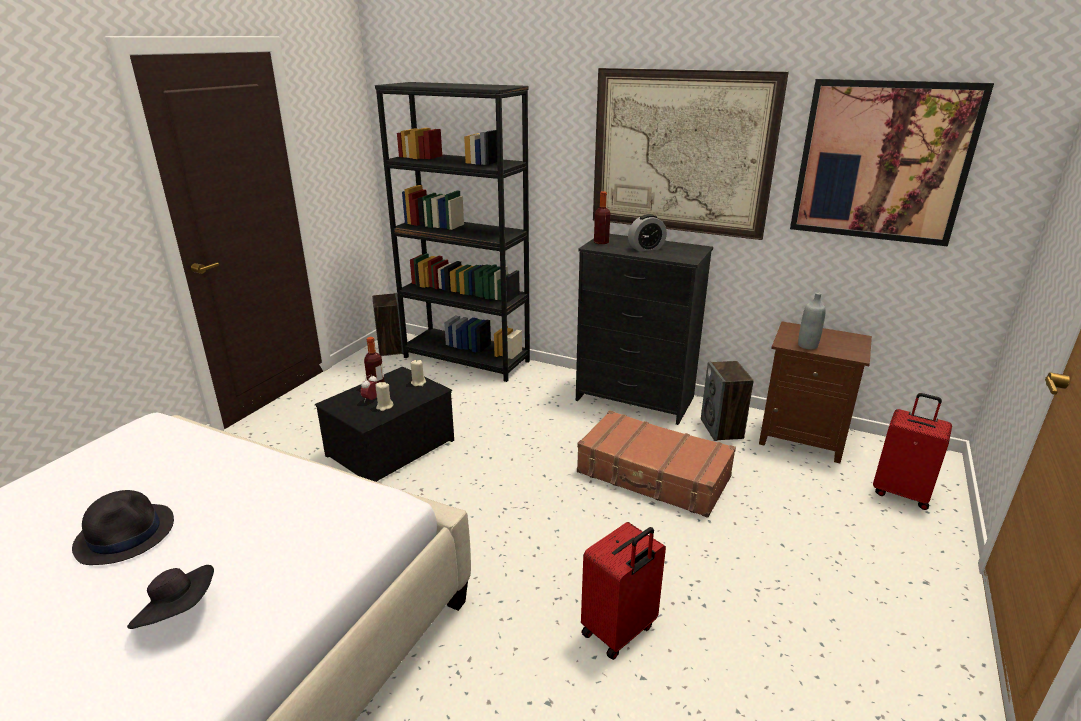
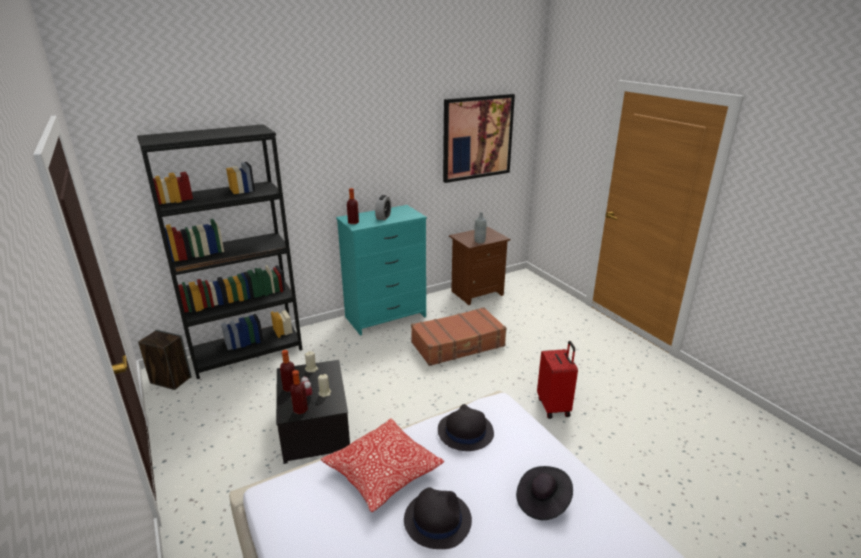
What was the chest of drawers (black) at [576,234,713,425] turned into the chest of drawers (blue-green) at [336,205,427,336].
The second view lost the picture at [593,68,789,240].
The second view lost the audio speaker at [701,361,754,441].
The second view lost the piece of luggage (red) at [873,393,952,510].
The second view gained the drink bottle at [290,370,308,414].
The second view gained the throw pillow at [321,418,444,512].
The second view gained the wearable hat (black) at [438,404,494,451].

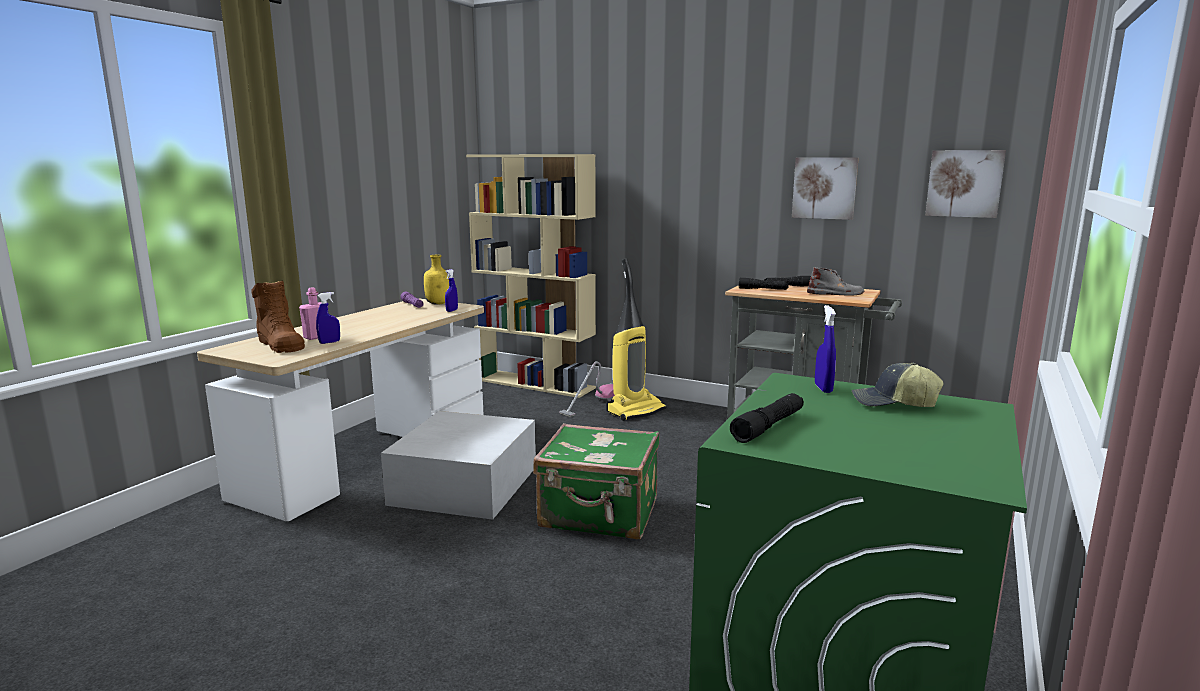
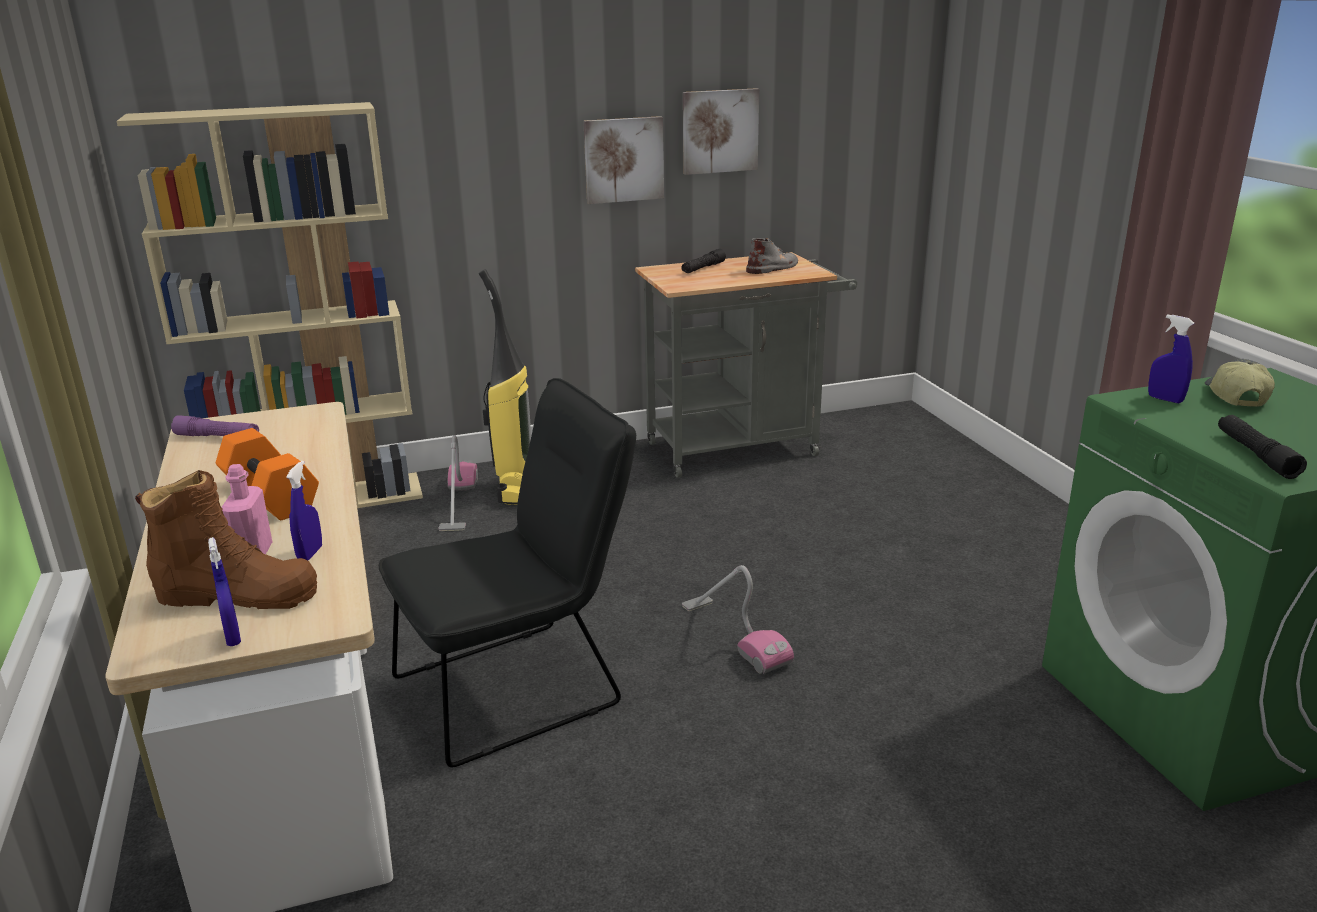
Where the storage bin (white-coloured) stood at [381,411,536,520], the plain chair (black) came to stand at [379,378,636,768].
The second view lost the drink bottle (yellow-coloured) at [424,255,449,305].
The hand sprayer (blue) ended up elsewhere, having gone from [445,269,458,312] to [208,537,241,646].
Where the piece of luggage (green-coloured) stood at [533,423,659,539], the hoover came to stand at [682,565,794,674].
The second view lost the hand torch (black) at [739,278,789,290].
The baseball cap at [852,363,944,407] ended up facing another way, 135 degrees clockwise from before.
The picture ended up elsewhere, having gone from [925,150,1006,218] to [583,116,664,204].
The second view gained the free weight (orangey) at [216,428,319,520].

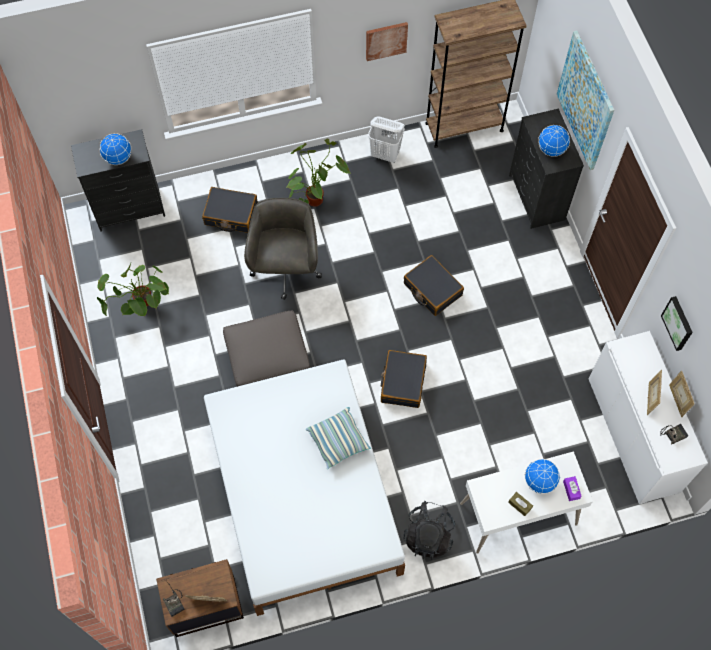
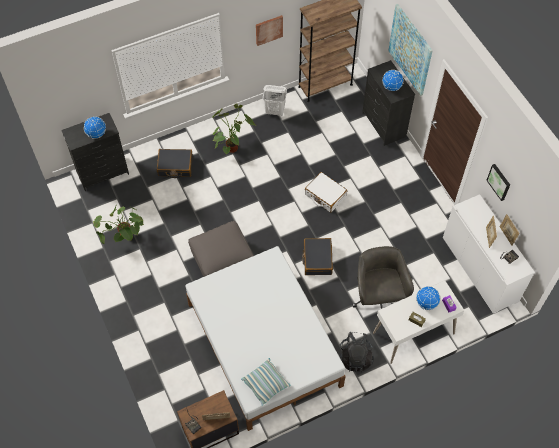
The desk chair (grey) ended up elsewhere, having gone from [244,198,322,300] to [352,246,414,309].
The throw pillow ended up elsewhere, having gone from [306,407,371,469] to [241,358,291,406].
What was the piece of luggage (black) at [404,255,464,316] turned into the piece of luggage (white-coloured) at [305,172,347,213].

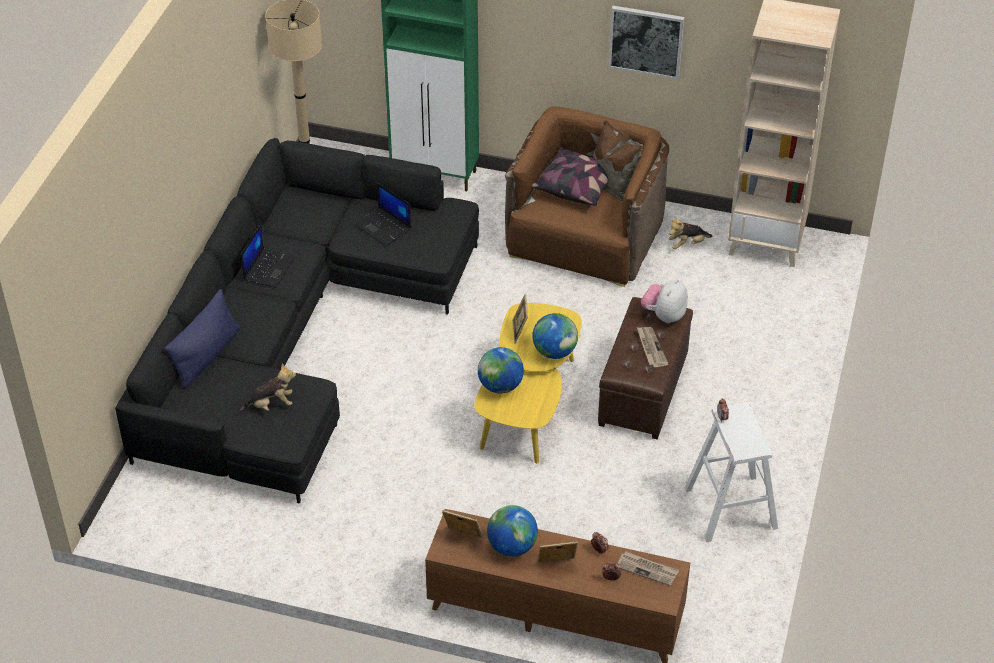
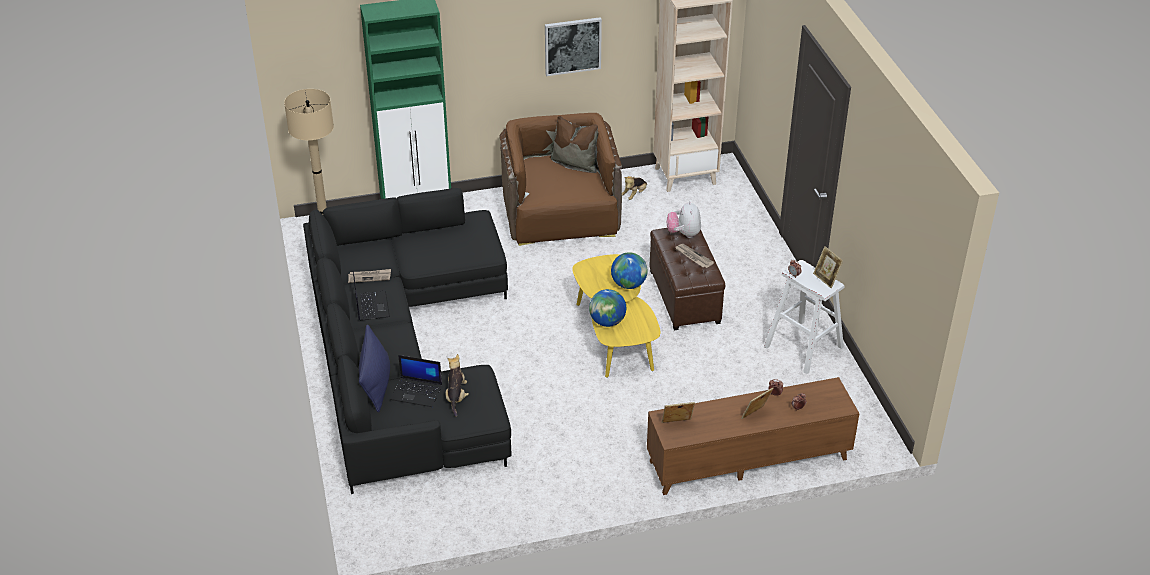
The soft toy at [239,364,296,413] ended up facing another way, 45 degrees counterclockwise from before.
The laptop ended up elsewhere, having gone from [354,182,411,246] to [390,355,442,407].
The second view lost the desk globe at [487,505,538,557].
The picture frame ended up elsewhere, having gone from [512,294,528,344] to [813,246,843,288].
The second view lost the throw pillow at [532,147,609,206].
The printed paper ended up elsewhere, having gone from [618,552,679,586] to [348,269,391,283].

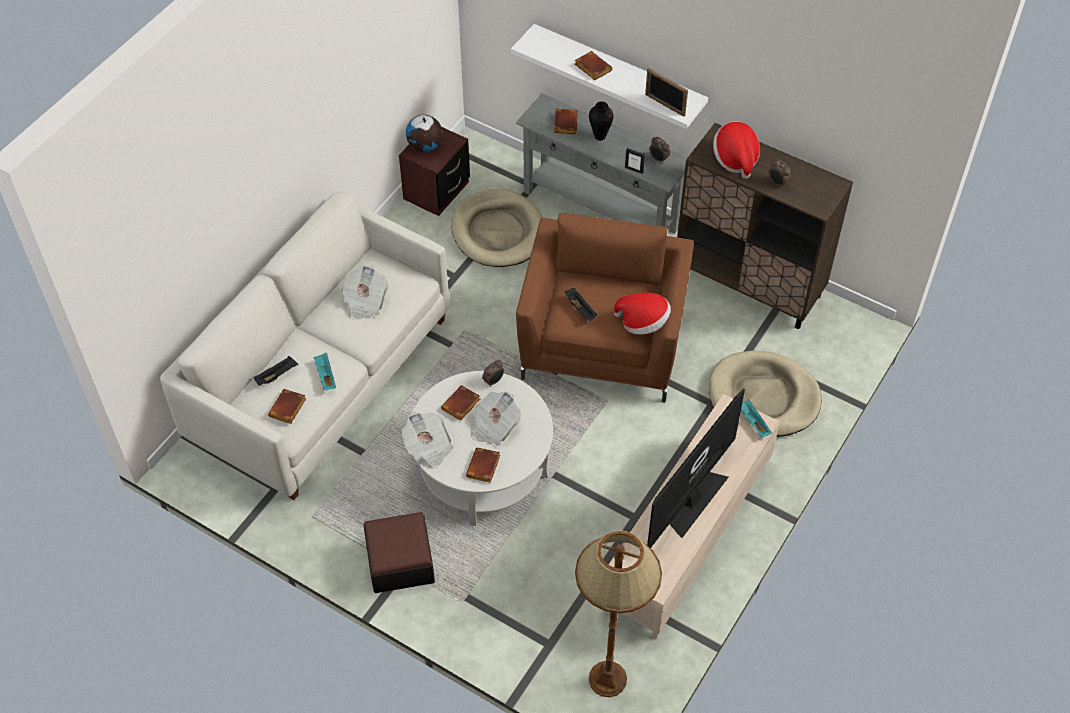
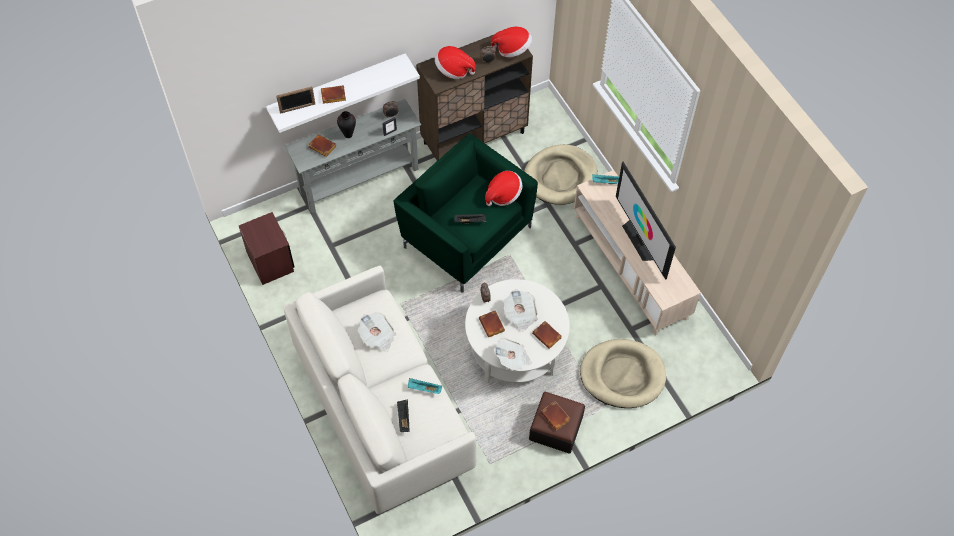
The bound book (brown-coloured) ended up elsewhere, having gone from [268,389,306,424] to [541,401,570,430].
The second view lost the desk globe at [406,115,443,152].
The dog cushion (sand-coloured) ended up elsewhere, having gone from [452,189,543,267] to [580,339,666,408].
What was the armchair (brown-coloured) at [516,213,694,403] turned into the armchair (green-coloured) at [394,134,538,293].
The second view lost the floor lamp (brown-coloured) at [575,530,662,697].
The picture frame ended up elsewhere, having gone from [645,68,688,117] to [276,86,315,114].
The second view gained the wearable hat at [491,26,532,57].

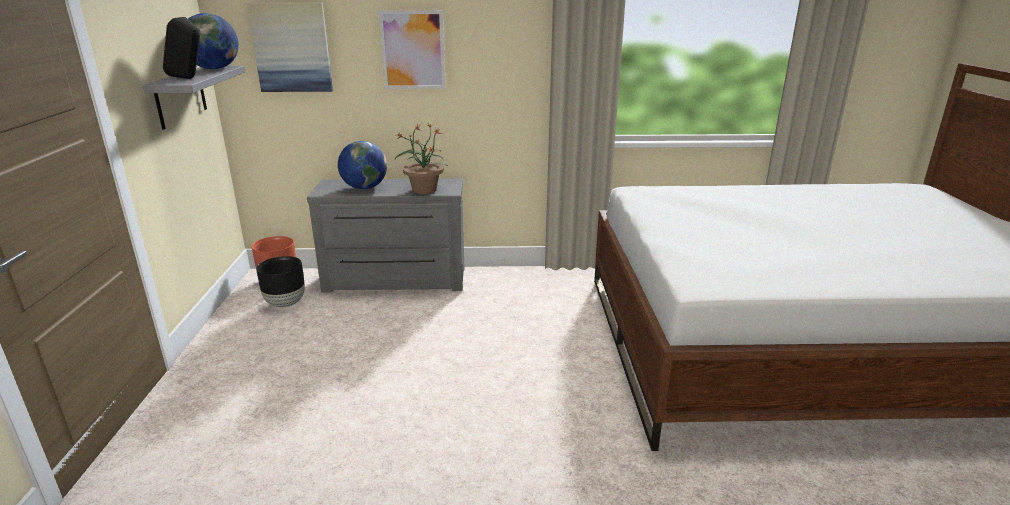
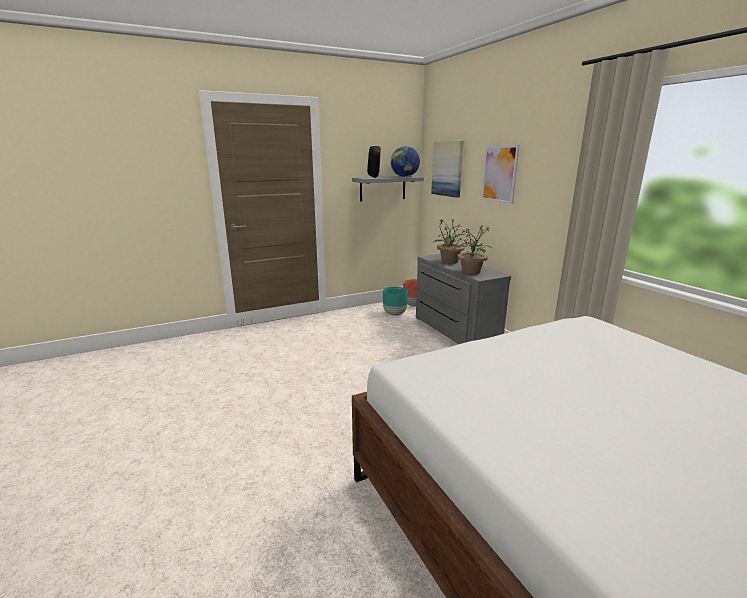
What was the plant pot (black) at [256,256,305,307] turned into the plant pot (blue-green) at [383,287,408,316].
Where the desk globe stood at [338,141,387,189], the plant in a pot came to stand at [432,218,468,264].

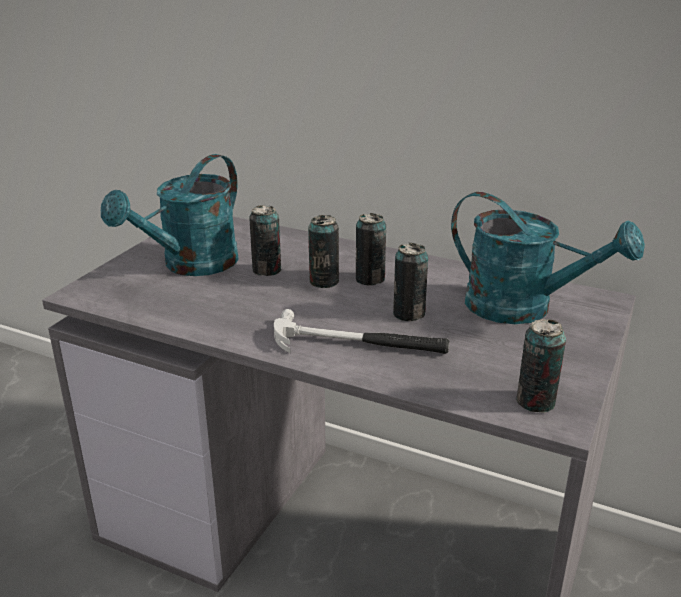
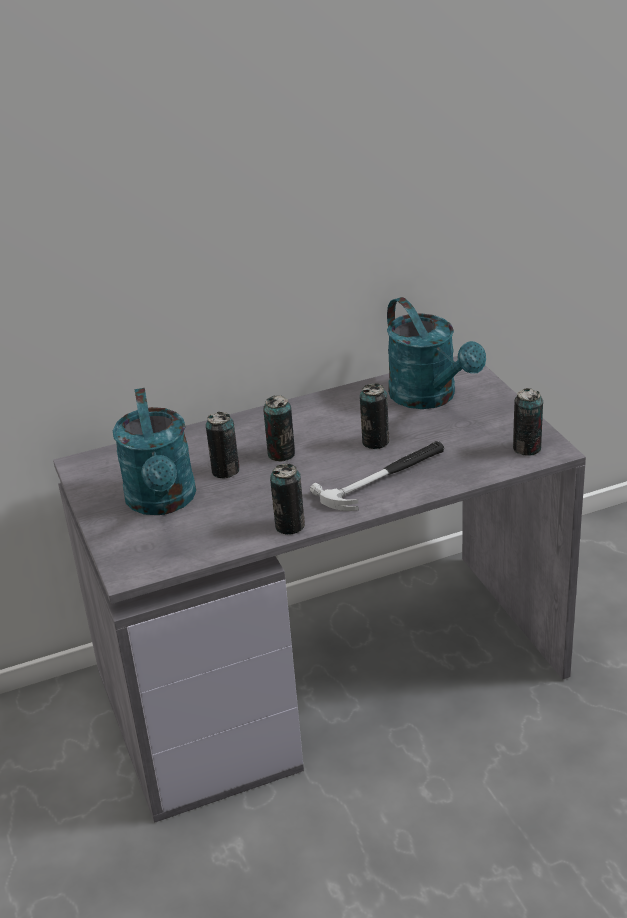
The sealed can ended up elsewhere, having gone from [356,213,386,286] to [270,464,305,535].
The sprinkling can (blue-green) at [451,192,645,324] ended up facing another way, 75 degrees clockwise from before.

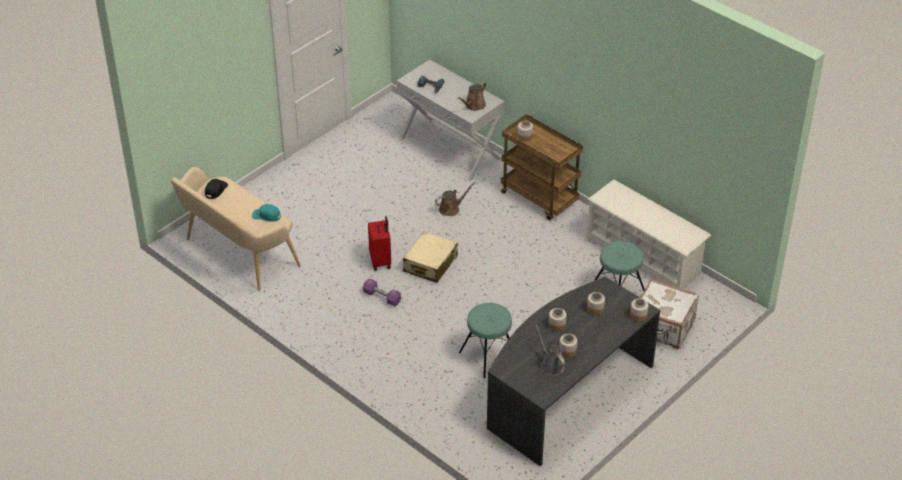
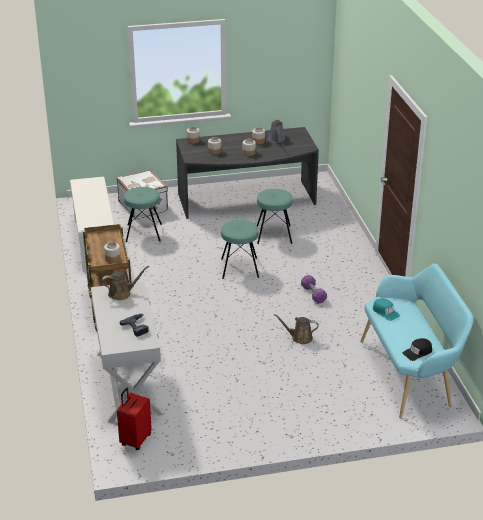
What was the bench (sand-coloured) at [171,167,301,291] turned into the bench (blue-green) at [360,264,473,418].
The piece of luggage (red) ended up elsewhere, having gone from [368,216,391,271] to [117,387,152,450].
The second view lost the piece of luggage (sand-coloured) at [403,232,458,283].
The sprinkling can (brown-coloured) ended up elsewhere, having gone from [435,182,475,216] to [274,314,319,344].
The second view gained the sitting stool (blue-green) at [221,220,259,279].

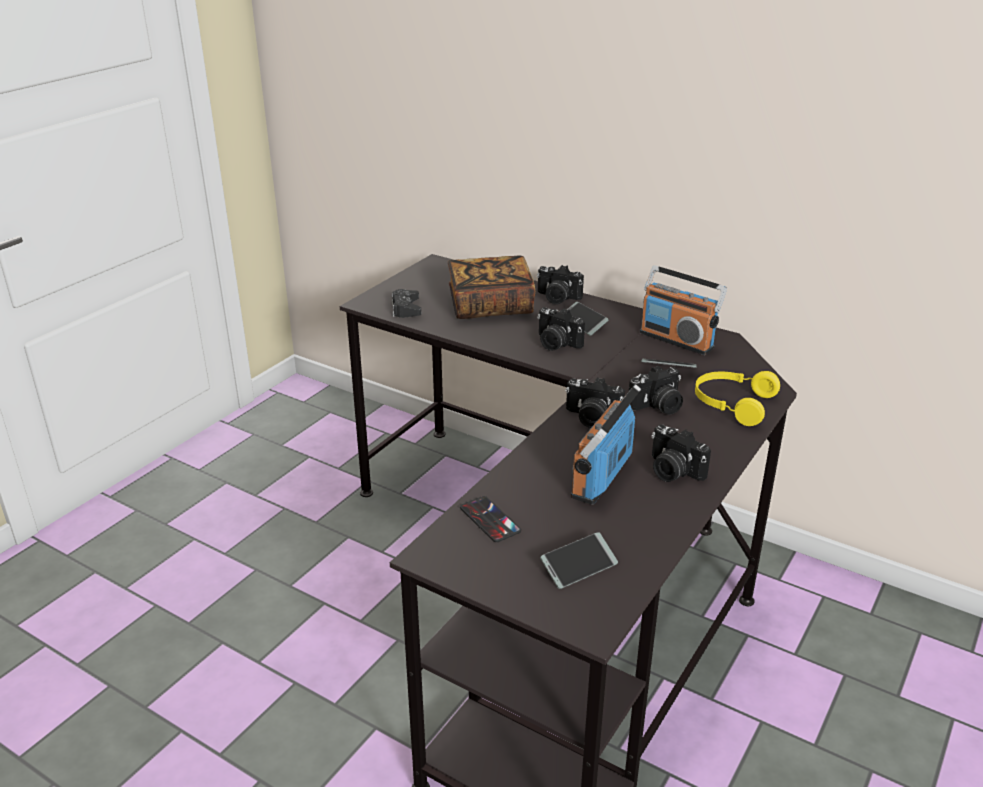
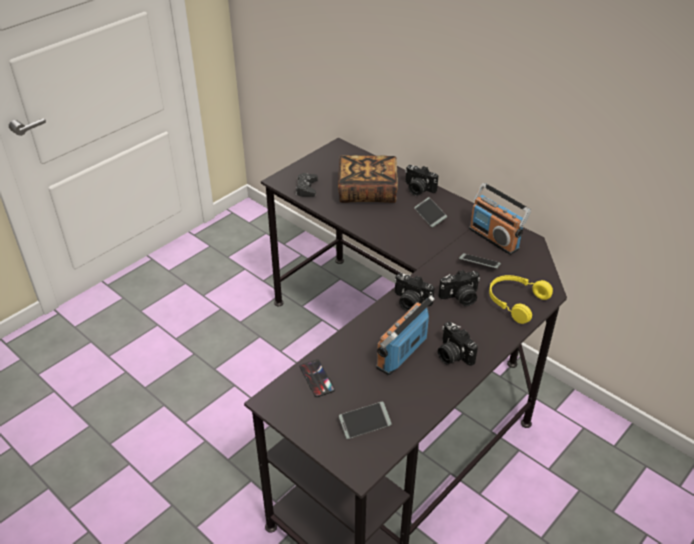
The second view lost the still camera at [537,307,585,351].

